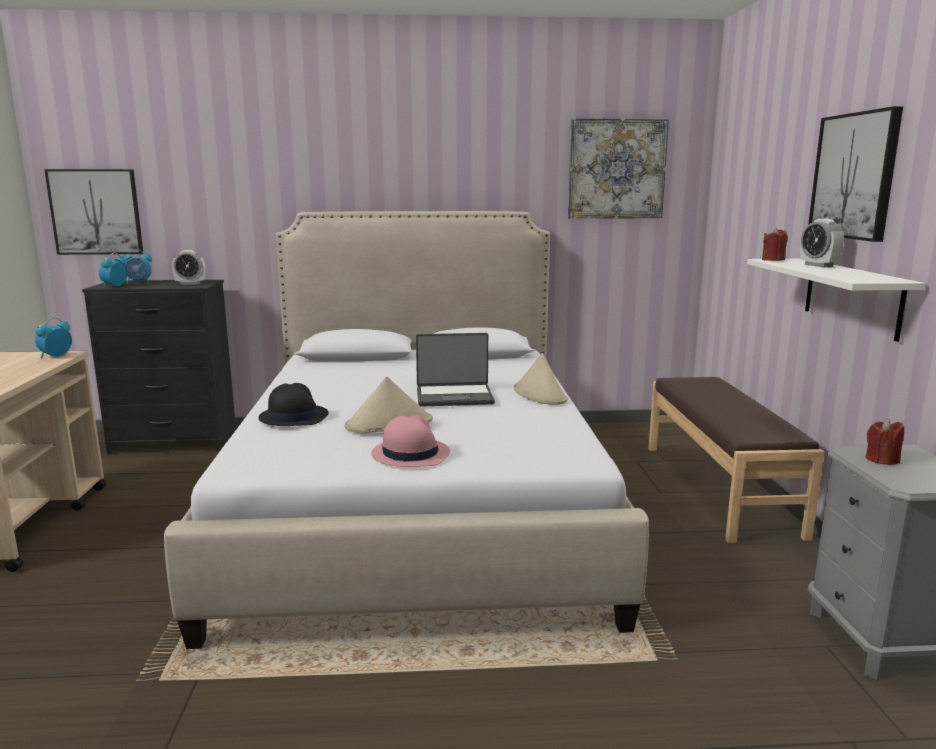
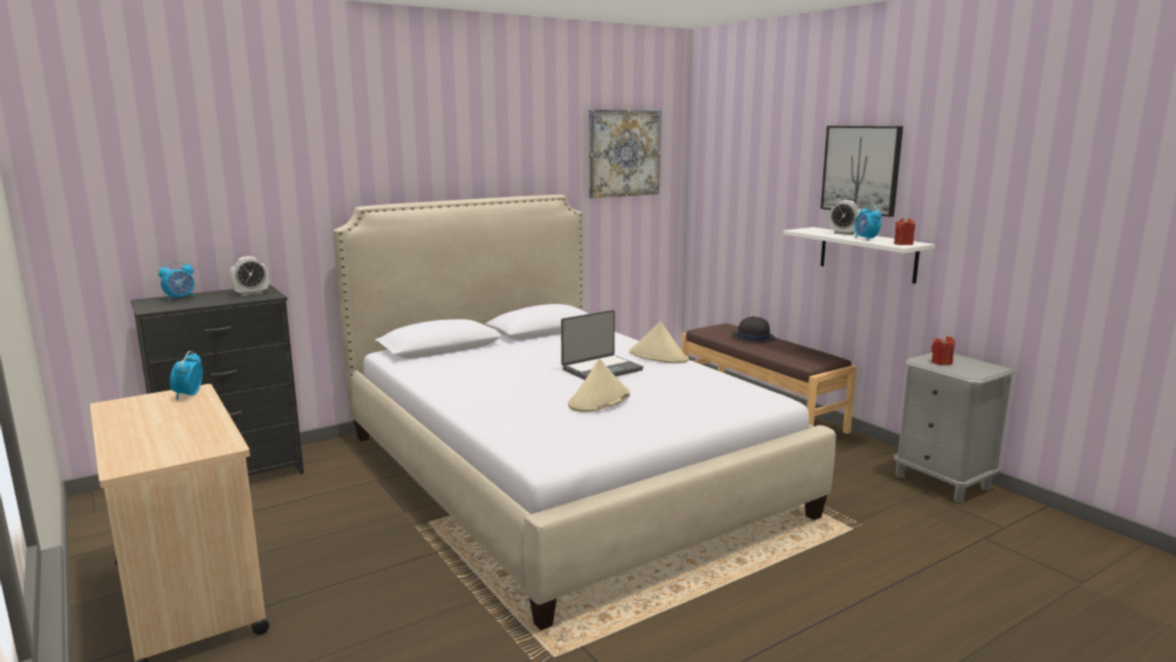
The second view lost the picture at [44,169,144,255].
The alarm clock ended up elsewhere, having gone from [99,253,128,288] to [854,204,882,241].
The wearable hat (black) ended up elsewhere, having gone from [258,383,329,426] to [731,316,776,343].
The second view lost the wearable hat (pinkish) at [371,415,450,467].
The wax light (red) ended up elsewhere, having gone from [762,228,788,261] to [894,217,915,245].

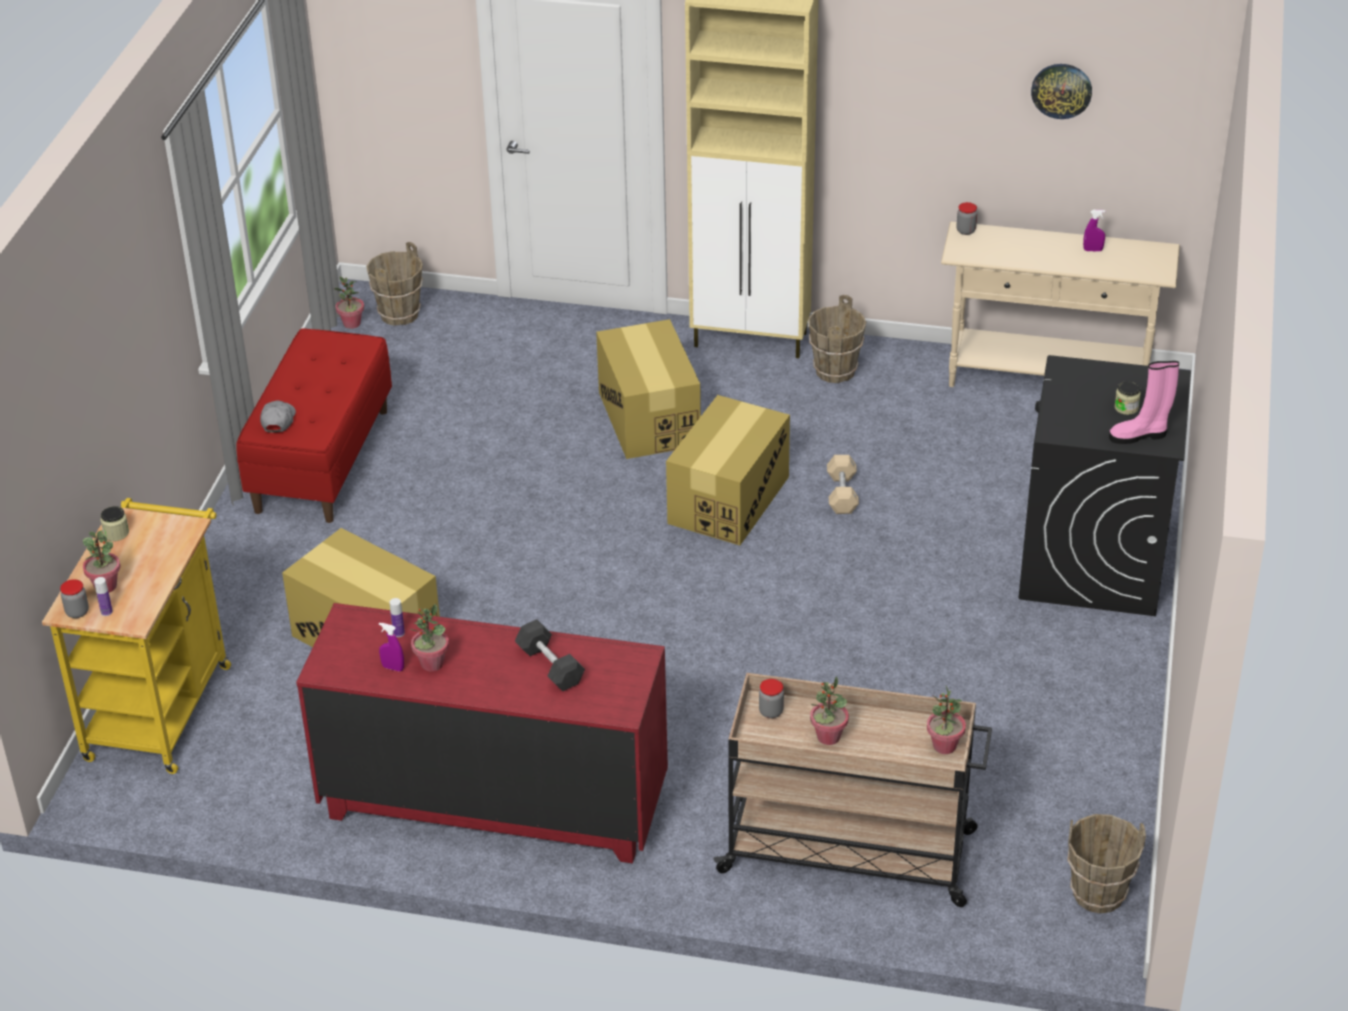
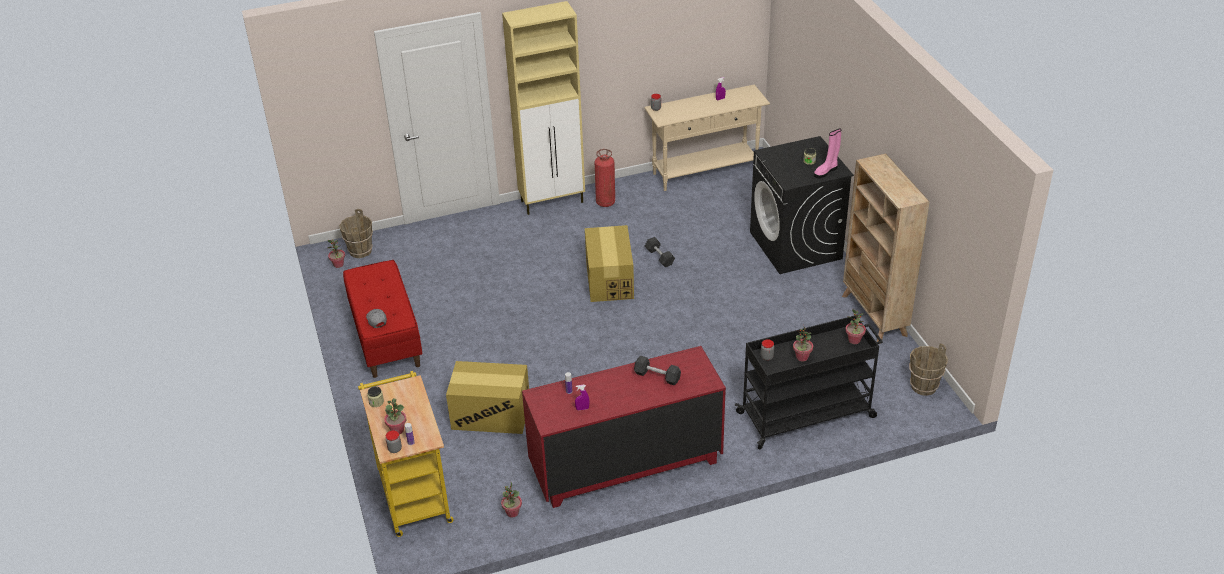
The plant in a pot ended up elsewhere, having gone from [410,604,449,671] to [501,482,522,518].
The second view lost the cardboard box at [596,319,701,459].
What was the cart (sand-coloured) at [713,673,992,907] turned into the cart (black) at [735,315,883,450].
Where the pail (brown-coloured) stood at [808,295,866,383], the fire-fighting cylinder came to stand at [595,149,615,207].
What was the free weight (sand-coloured) at [827,455,859,514] turned into the free weight (black) at [645,237,675,267].
The second view lost the hanging clock at [1031,64,1092,119].
The second view gained the bookcase (sand-coloured) at [842,154,930,342].

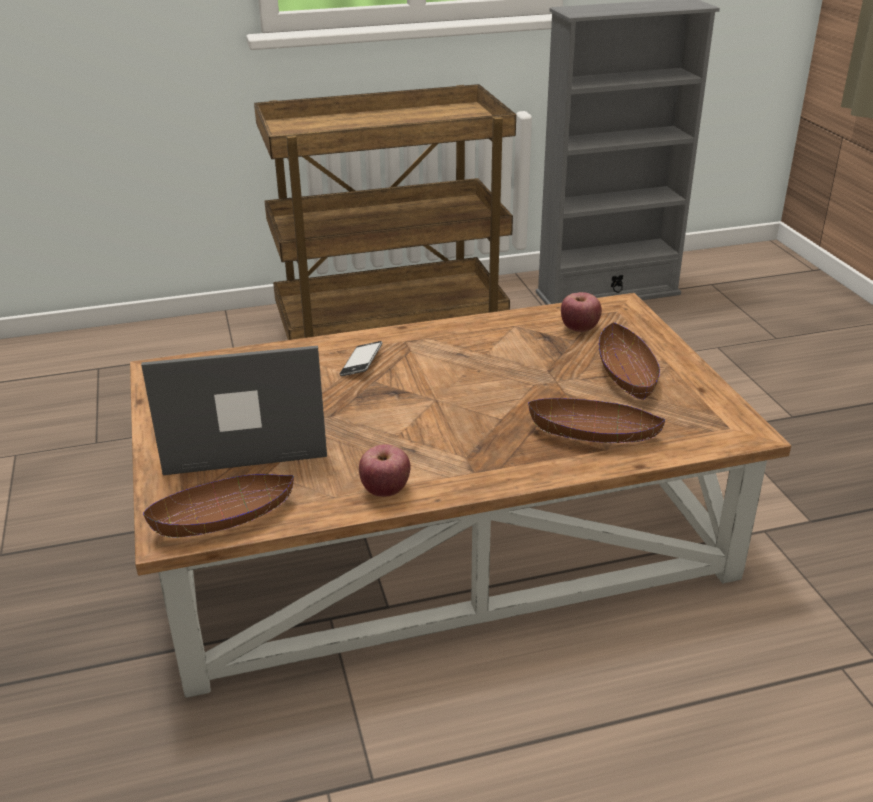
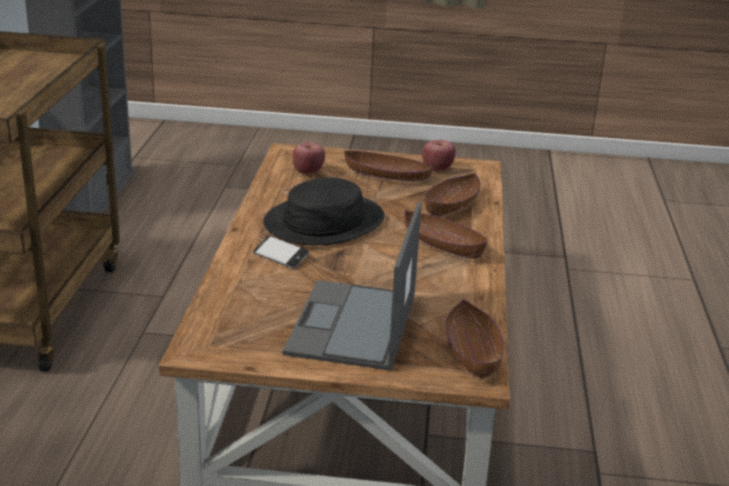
The apple ended up elsewhere, having gone from [359,444,411,497] to [422,140,456,171].
The second view gained the wearable hat (black) at [263,177,384,245].
The second view gained the serving bowl (brown-coloured) at [404,210,488,259].

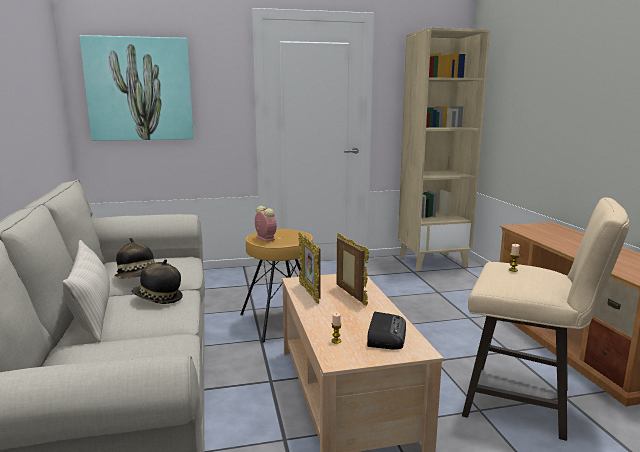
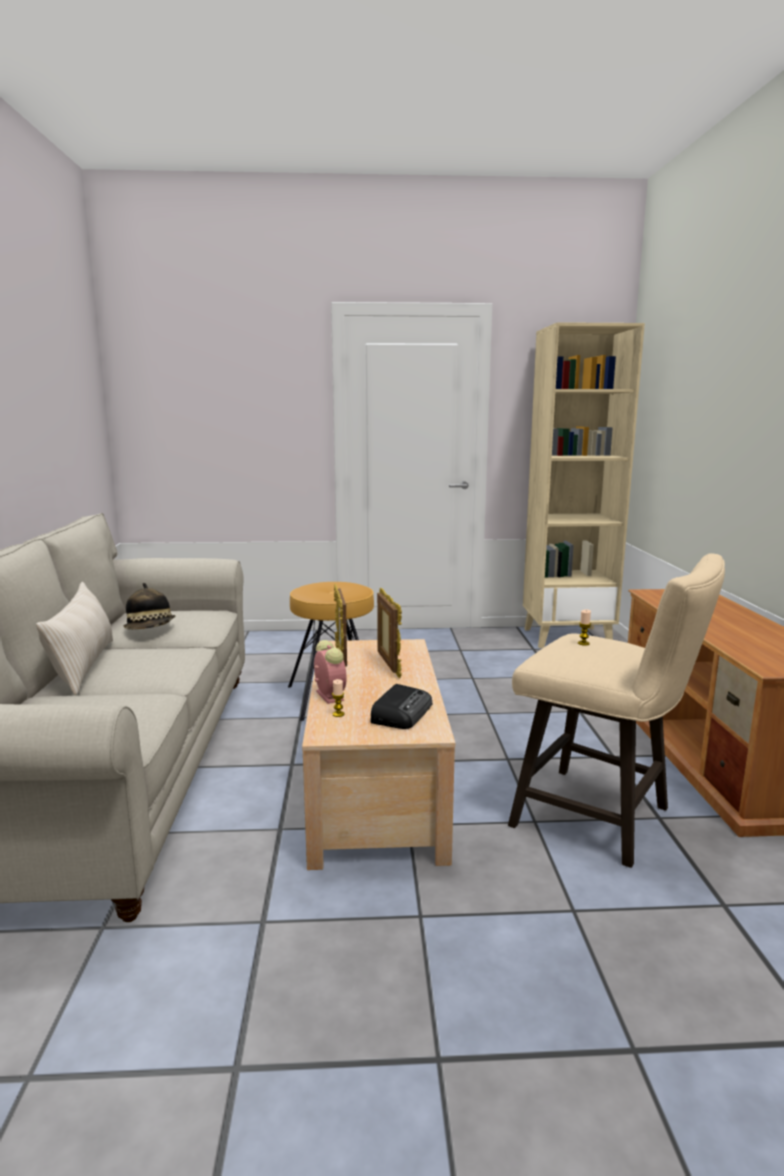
The second view lost the picture at [79,35,194,141].
The second view lost the wearable hat at [131,259,183,304].
The alarm clock ended up elsewhere, having gone from [255,206,277,242] to [314,640,347,704].

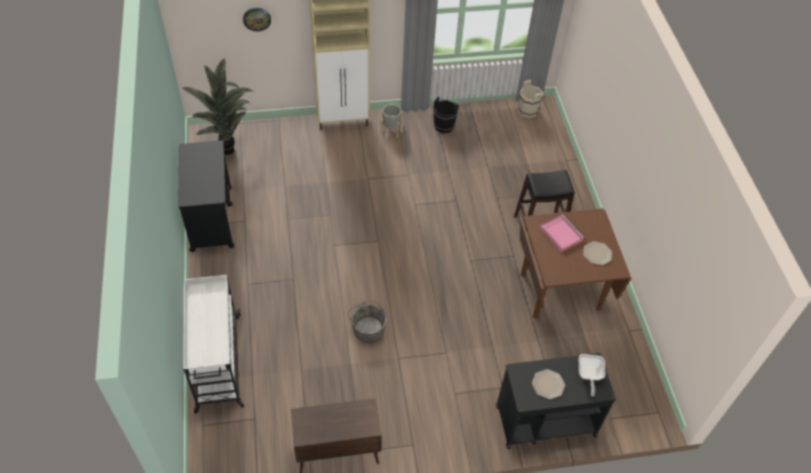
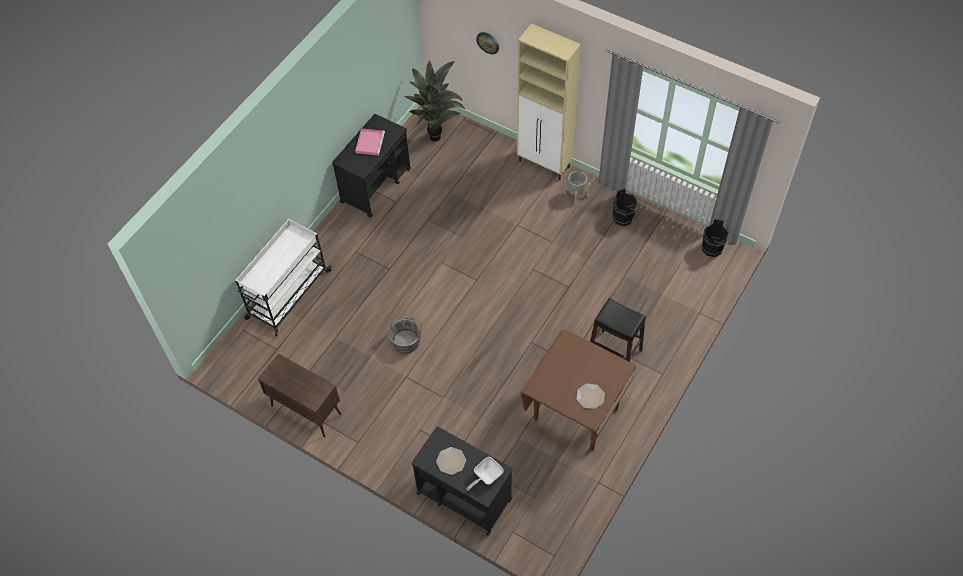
What was the pail (sand-coloured) at [518,80,545,118] turned into the pail (black) at [701,219,731,257].
The tray (pinkish) ended up elsewhere, having gone from [540,214,584,252] to [355,128,385,156].

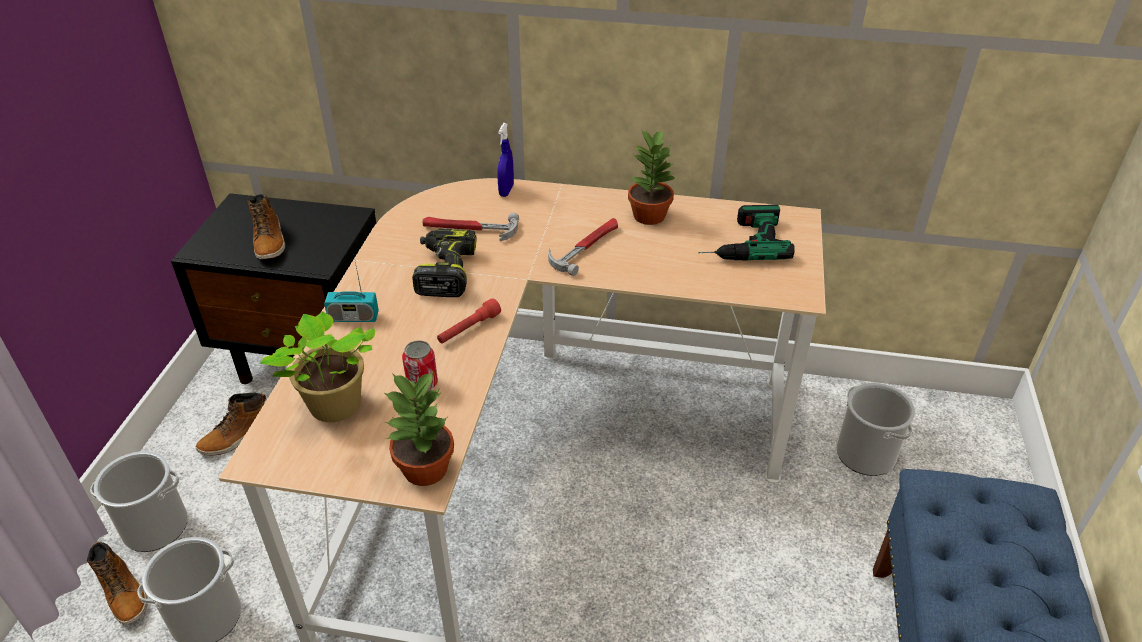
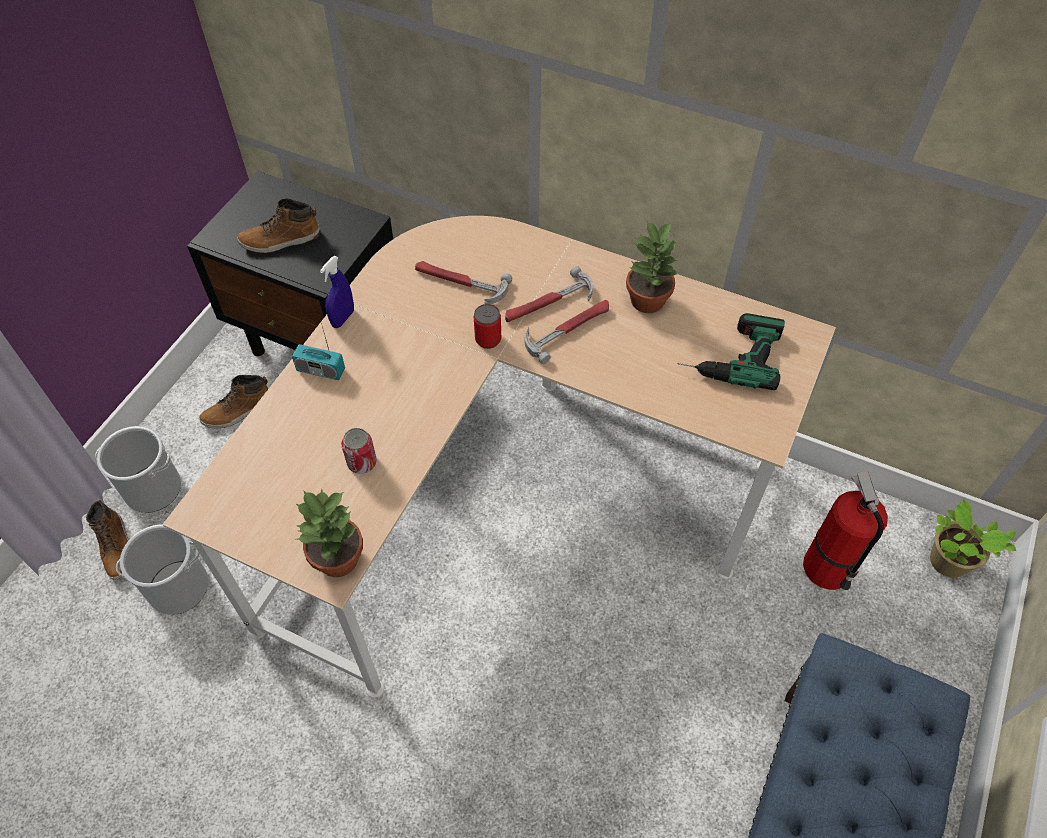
The boot at [247,194,285,259] ended up facing another way, 75 degrees clockwise from before.
The plant in a pot ended up elsewhere, having gone from [259,311,375,422] to [930,499,1016,578].
The second view lost the electric drill at [412,228,477,297].
The second view lost the hand torch (red) at [437,298,501,344].
The hand sprayer (blue) ended up elsewhere, having gone from [497,123,514,197] to [320,256,354,328].
Where the pail stood at [836,383,915,476], the fire-fighting cylinder came to stand at [803,471,888,590].
The second view gained the sealed can at [474,304,501,349].
The second view gained the hand hammer at [505,266,593,322].

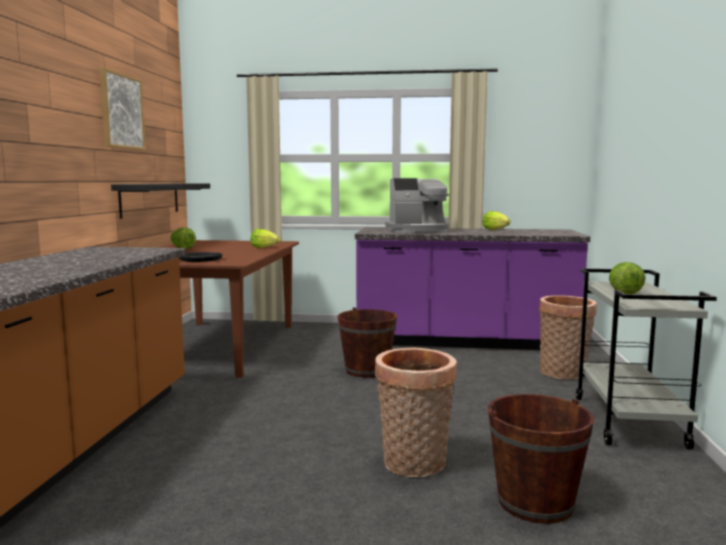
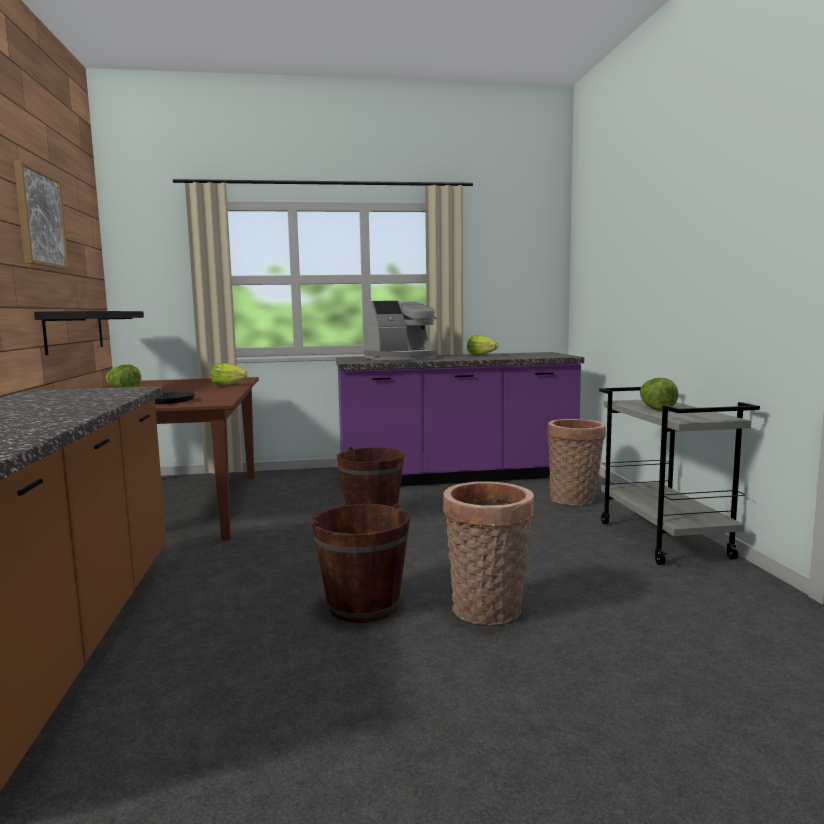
The pail (brown-coloured) ended up elsewhere, having gone from [488,394,595,524] to [312,503,410,623].

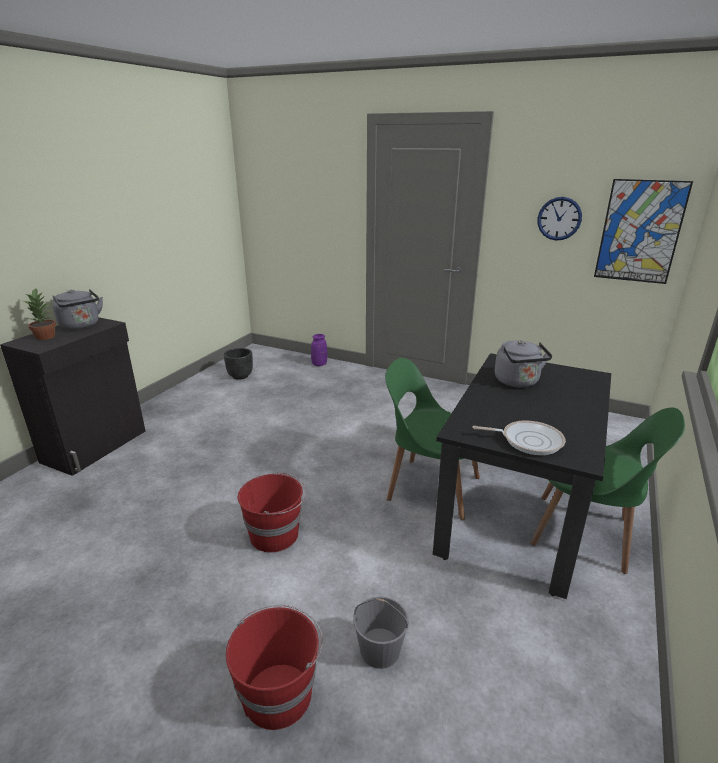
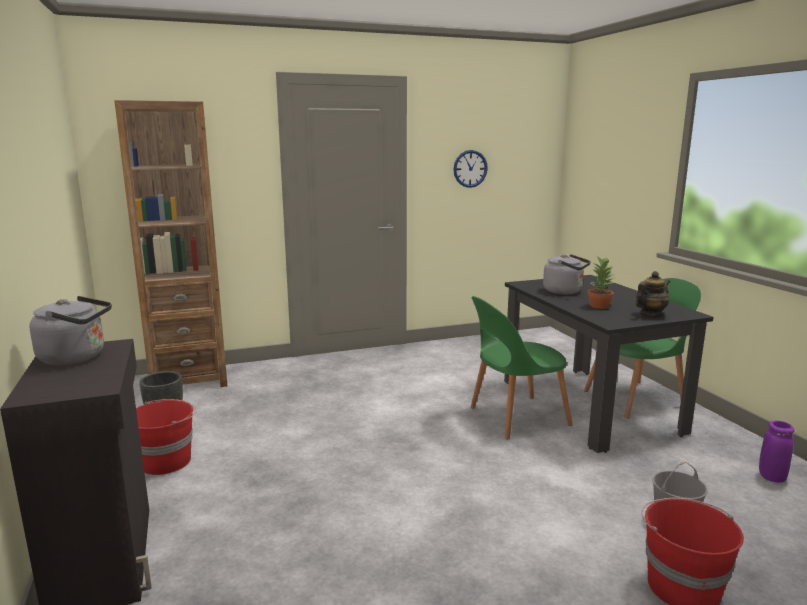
The plant in a pot ended up elsewhere, having gone from [24,288,56,340] to [588,255,615,309].
The pail (red) ended up elsewhere, having gone from [238,472,306,553] to [136,399,197,475].
The flower vase (purple) ended up elsewhere, having gone from [311,334,328,366] to [759,421,794,482].
Where the pan stood at [472,420,566,455], the pot for tea came to stand at [636,271,670,317].
The second view lost the picture at [594,179,693,284].
The second view gained the bookcase (brown-coloured) at [114,100,227,387].

